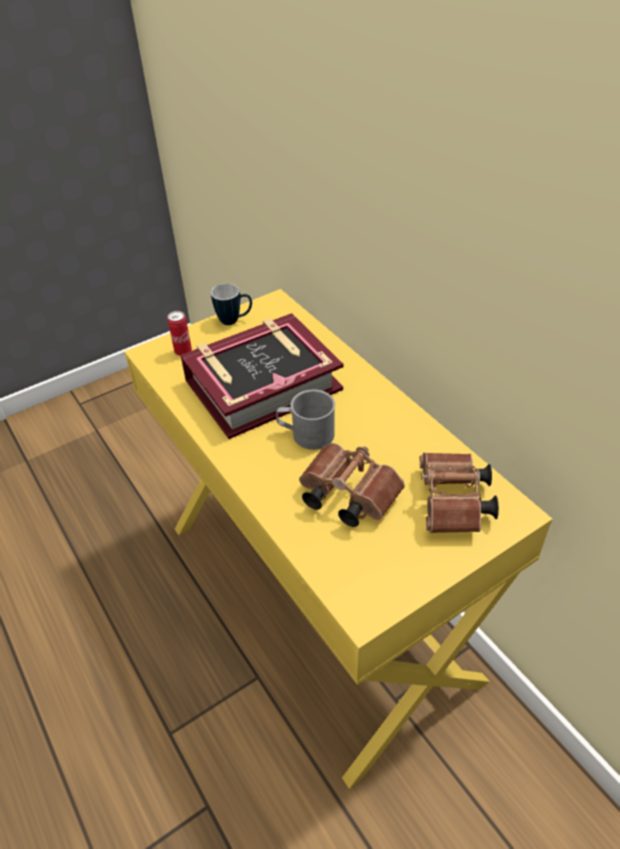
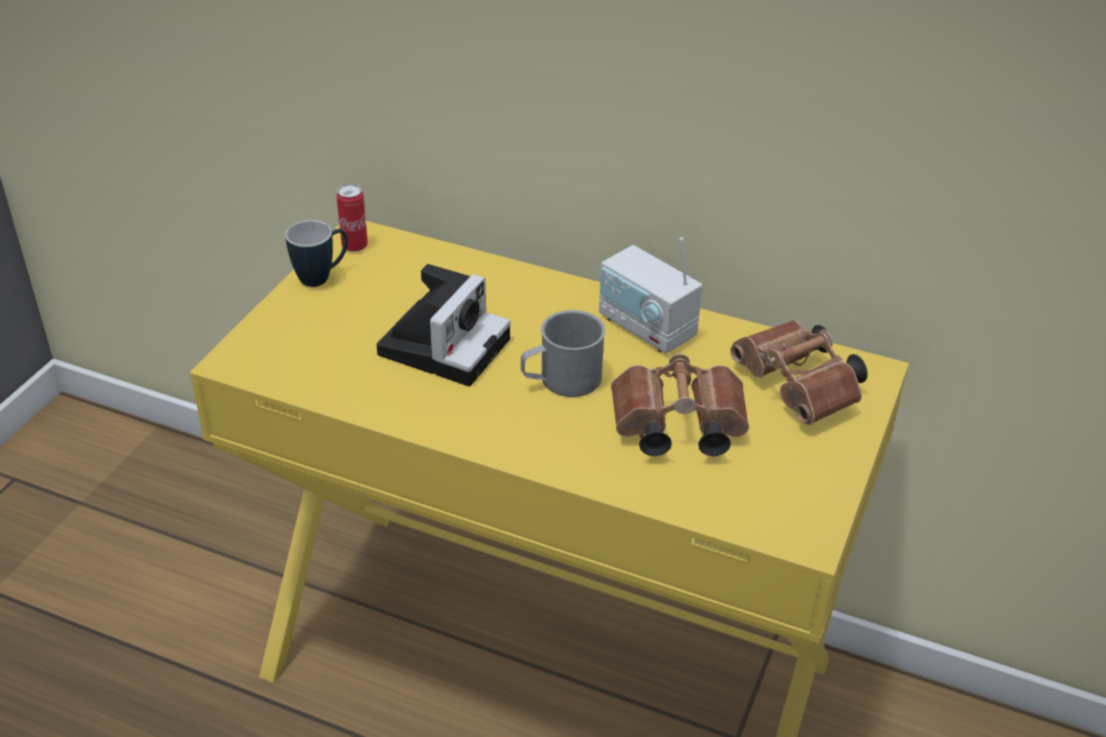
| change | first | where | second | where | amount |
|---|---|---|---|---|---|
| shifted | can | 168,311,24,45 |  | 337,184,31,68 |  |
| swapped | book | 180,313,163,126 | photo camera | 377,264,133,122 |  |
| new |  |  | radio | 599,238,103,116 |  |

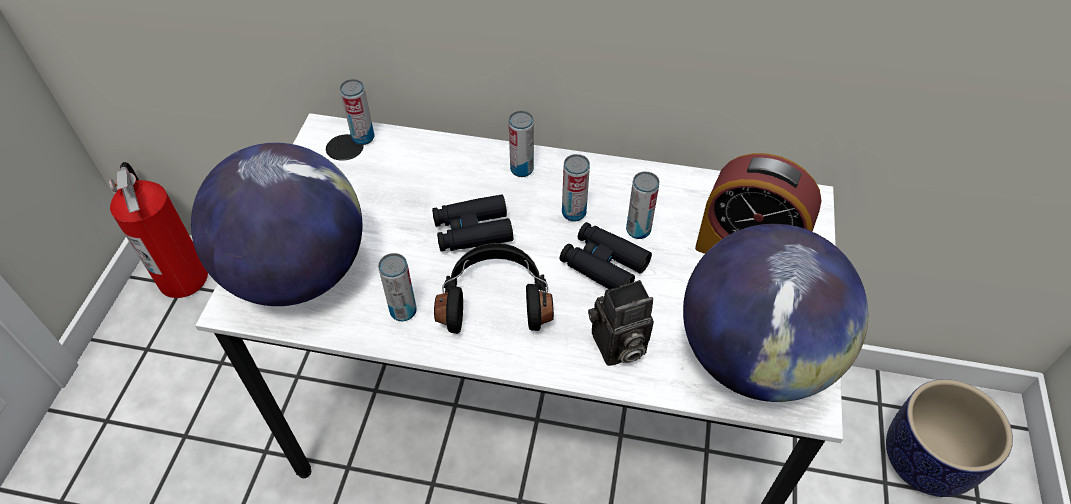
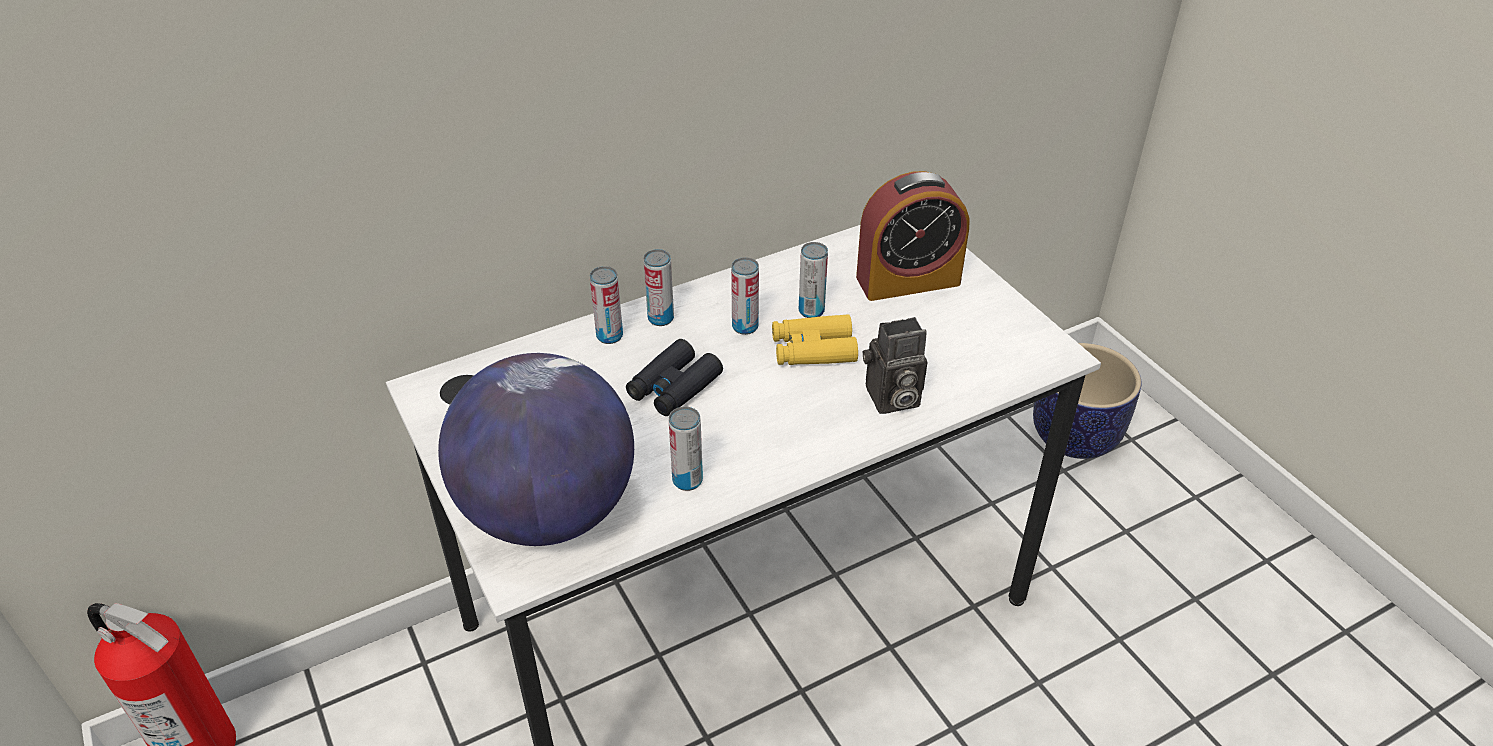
| change | first | where | second | where | amount |
|---|---|---|---|---|---|
| shifted | can | 340,79,35,66 |  | 590,266,33,78 |  |
| gone | headset/black | 434,243,120,91 |  |  |  |
| repainted | field glasses/black | 560,222,92,67 | field glasses/yellow | 772,314,86,51 |  |
| rotated | photo camera | 588,280,66,86 |  | 863,317,64,97 | 45 degrees clockwise |
| gone | desk globe | 683,224,185,178 |  |  |  |

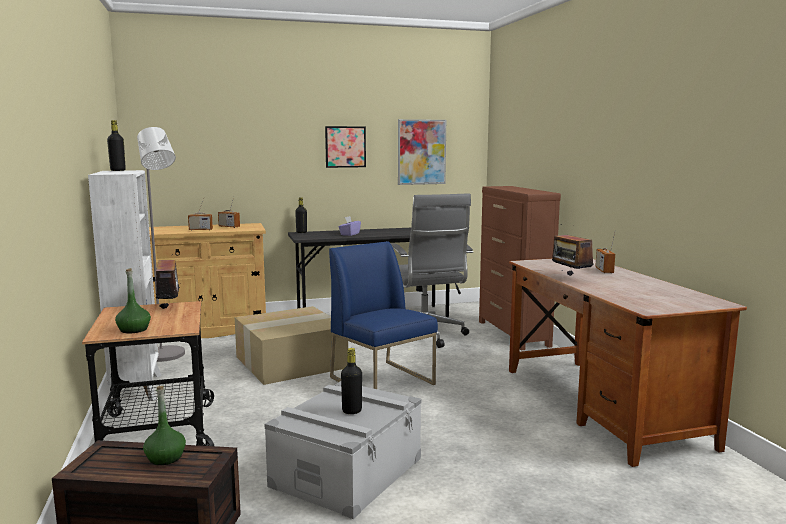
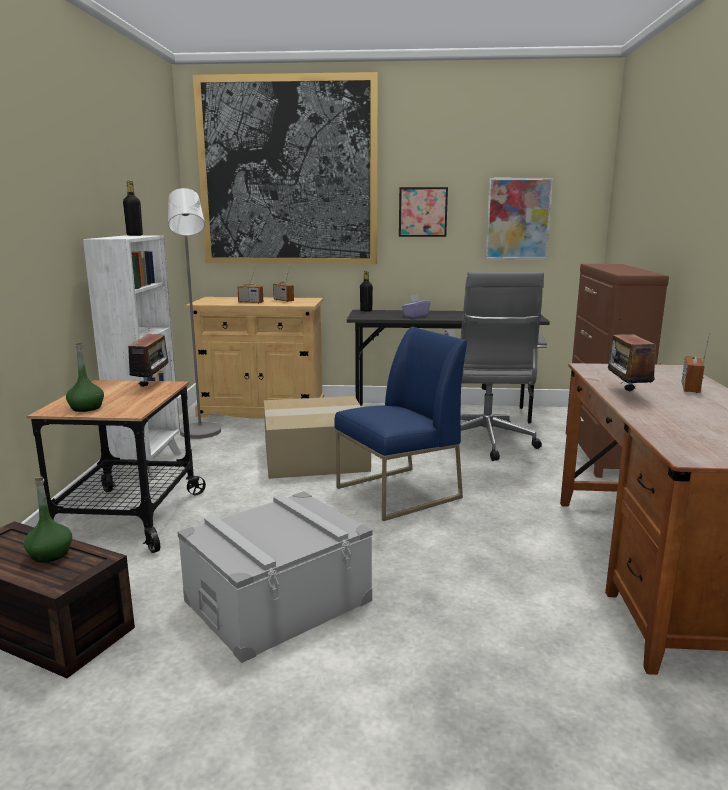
| change | first | where | second | where | amount |
|---|---|---|---|---|---|
| rotated | plain chair/blue | 329,241,109,148 |  | 334,327,133,194 | 75 degrees clockwise |
| gone | bottle/black | 341,348,21,66 |  |  |  |
| new |  |  | wall picture | 193,72,185,192 |  |

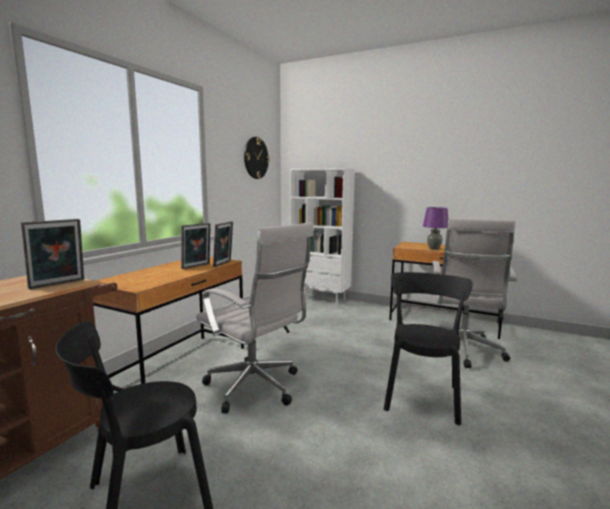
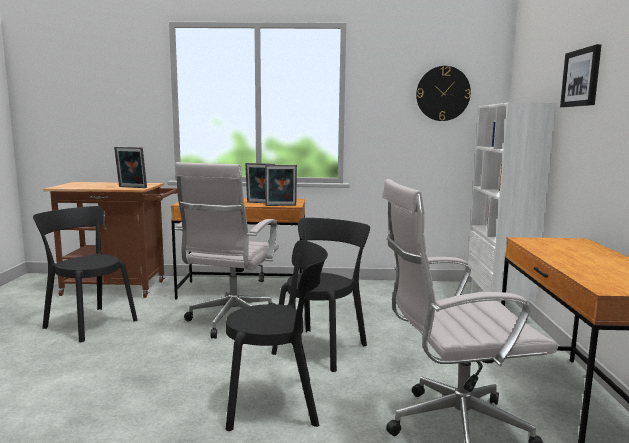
| change | first | where | second | where | amount |
|---|---|---|---|---|---|
| gone | lamp for a table/purple-coloured | 423,207,25,43 |  |  |  |
| new |  |  | plain chair/black | 271,218,99,154 |  |
| new |  |  | wall picture | 560,44,42,63 |  |

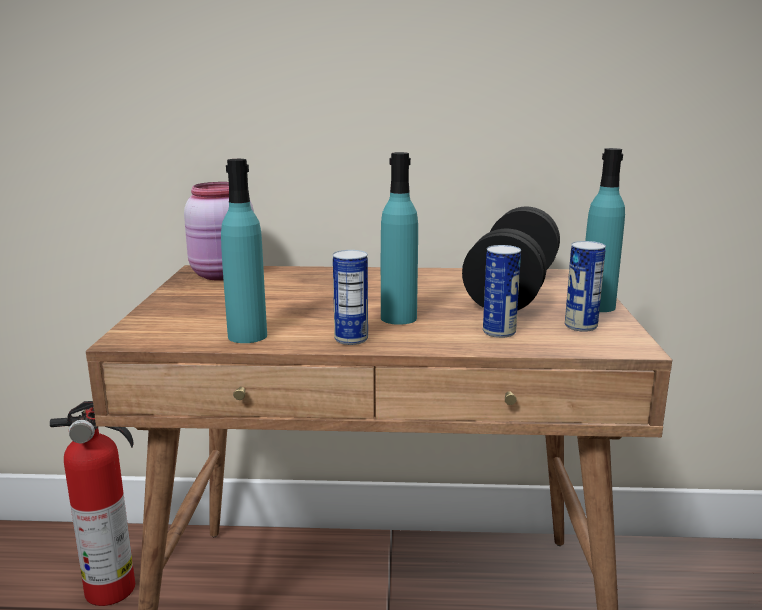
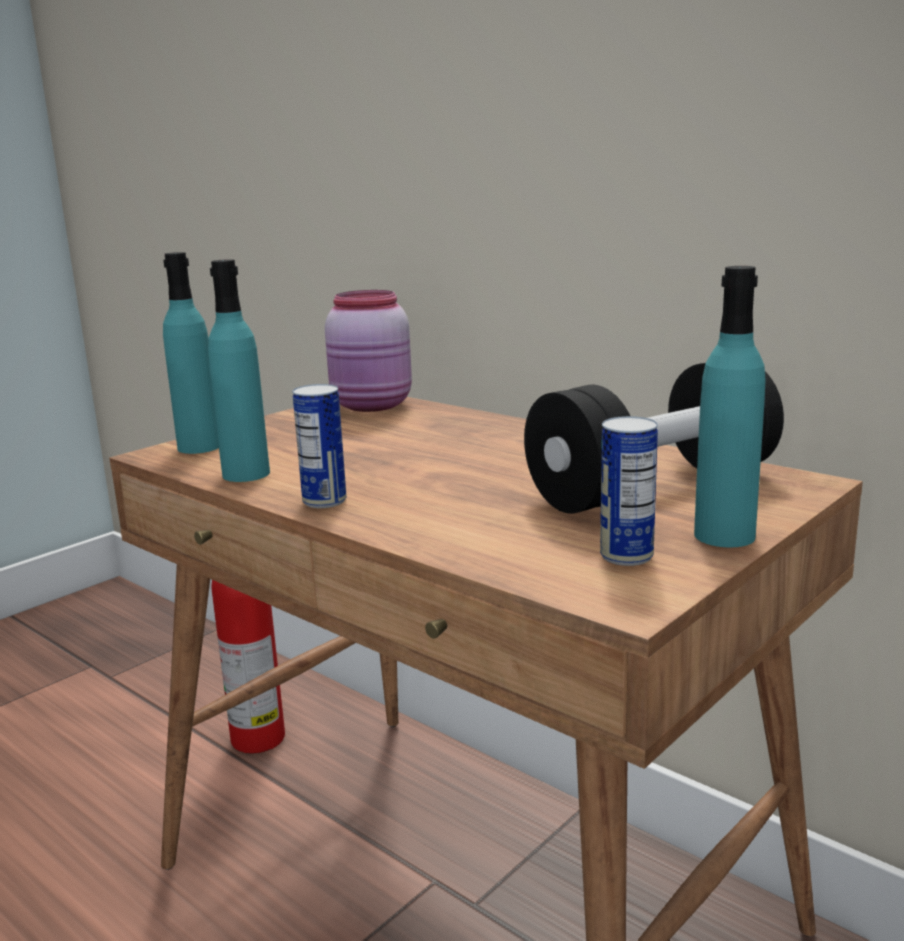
| change | first | where | second | where | amount |
|---|---|---|---|---|---|
| shifted | bottle/turquoise | 381,152,37,173 |  | 163,252,56,202 |  |
| gone | can | 483,245,38,93 |  |  |  |

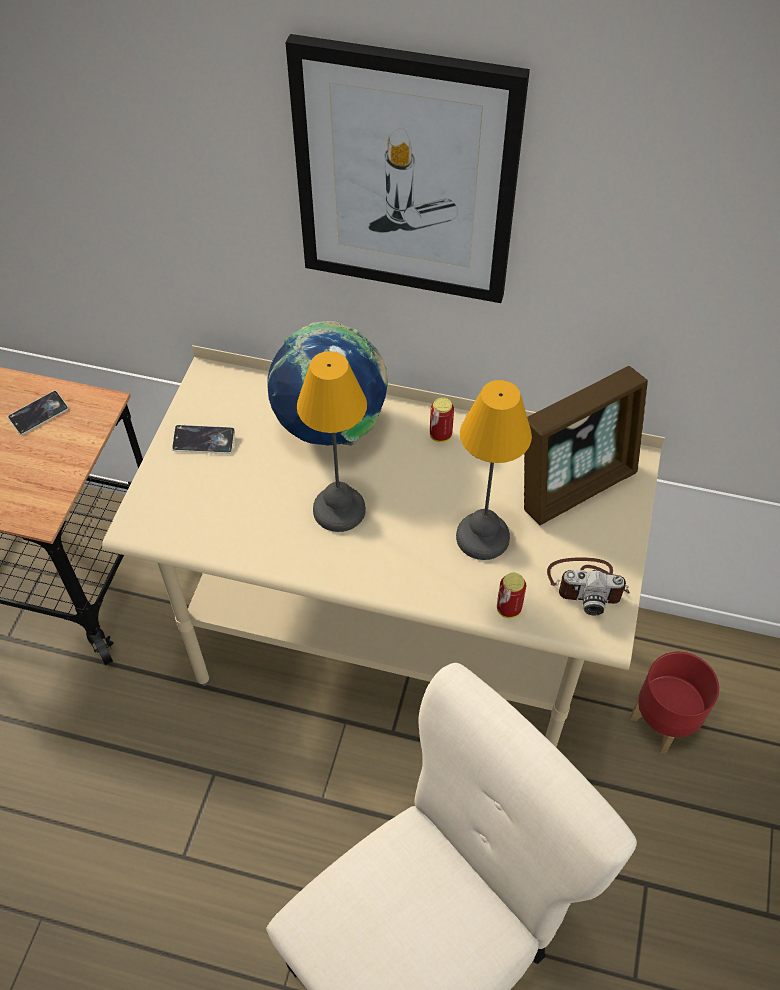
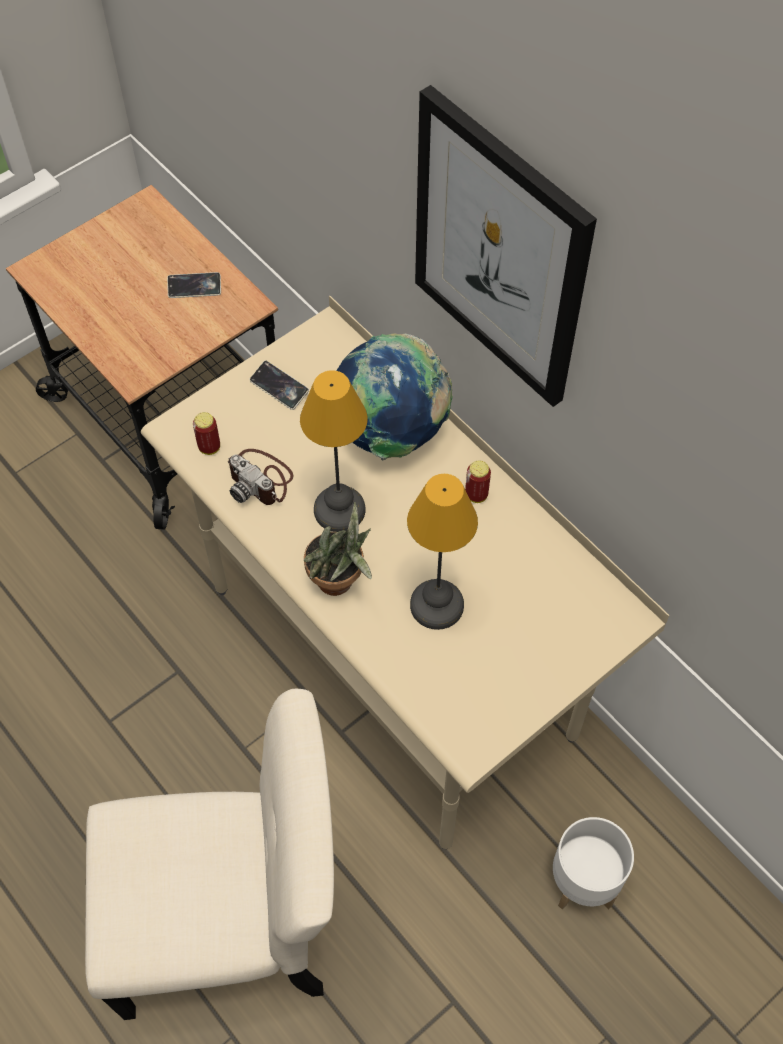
| change | first | where | second | where | amount |
|---|---|---|---|---|---|
| shifted | can | 497,572,29,46 |  | 193,412,27,43 |  |
| gone | photo frame | 524,366,124,159 |  |  |  |
| shifted | photo camera | 547,557,83,59 |  | 227,449,66,56 |  |
| repainted | flower pot/red-coloured | 631,652,88,102 | flower pot/white-coloured | 553,817,81,93 |  |
| new |  |  | potted plant | 304,502,68,94 |  |

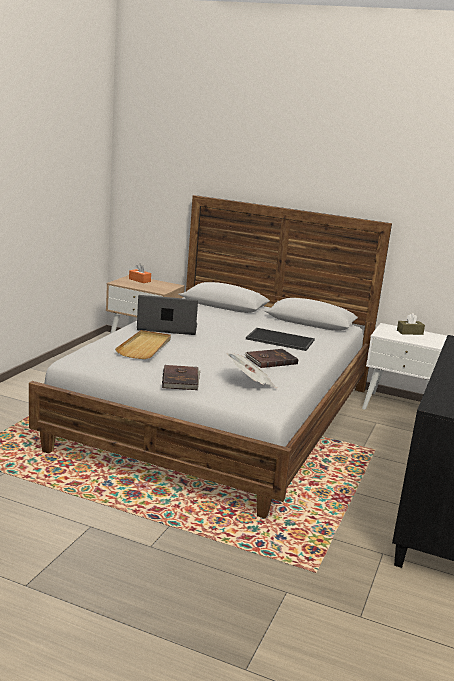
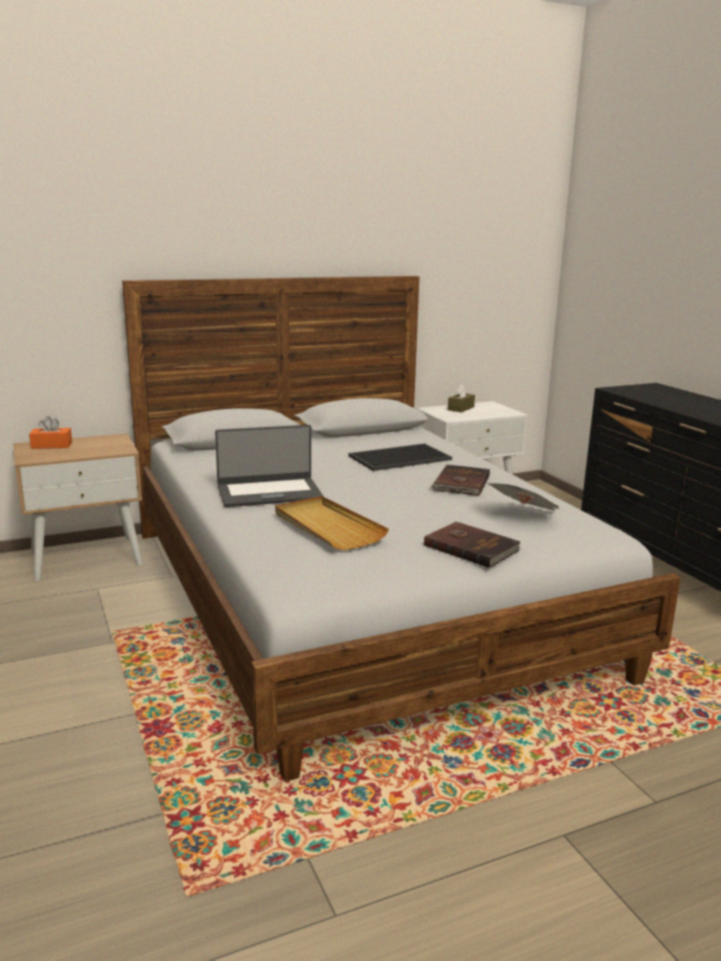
| change | first | where | second | where | amount |
|---|---|---|---|---|---|
| rotated | notebook computer | 137,295,61,40 |  | 215,425,108,82 | 150 degrees counterclockwise |

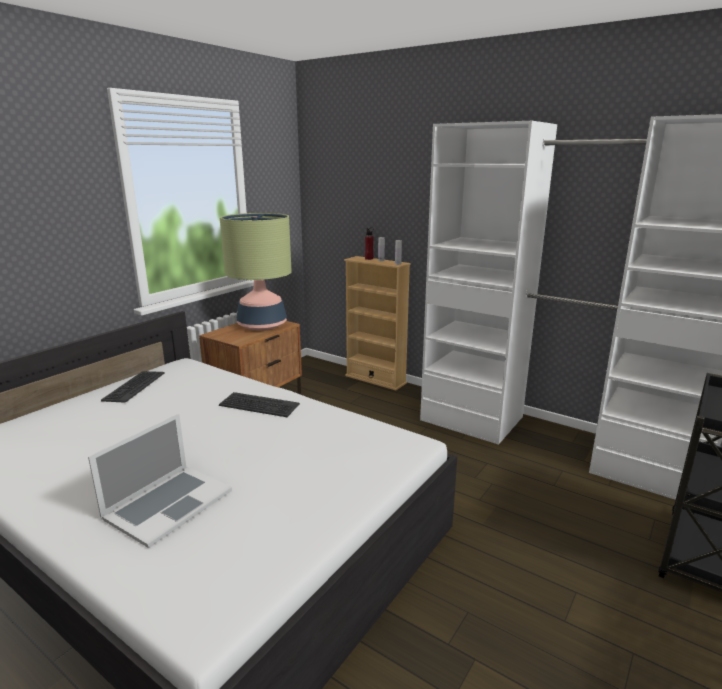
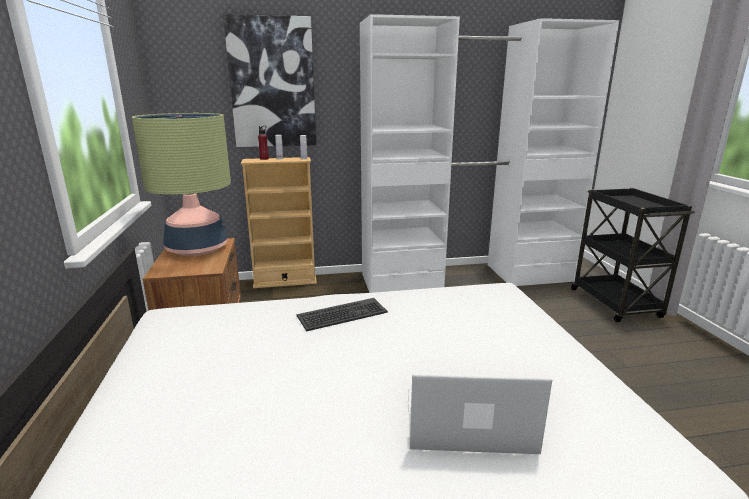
| change | first | where | second | where | amount |
|---|---|---|---|---|---|
| rotated | notebook computer | 88,414,144,134 |  | 408,373,145,81 | 75 degrees counterclockwise |
| gone | PC keyboard | 101,371,64,32 |  |  |  |
| new |  |  | wall picture | 223,14,93,133 |  |

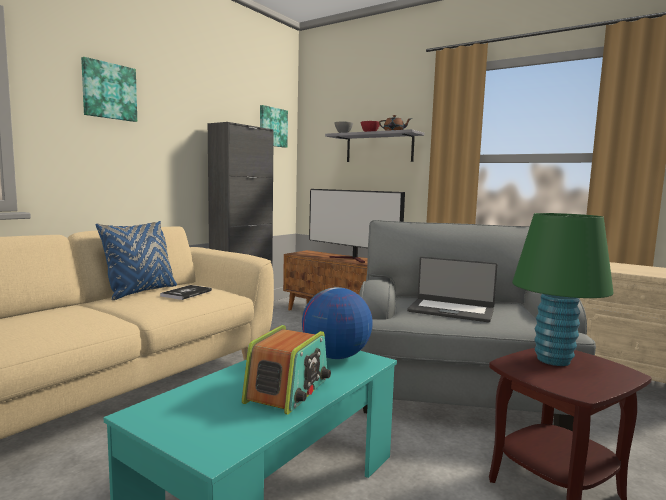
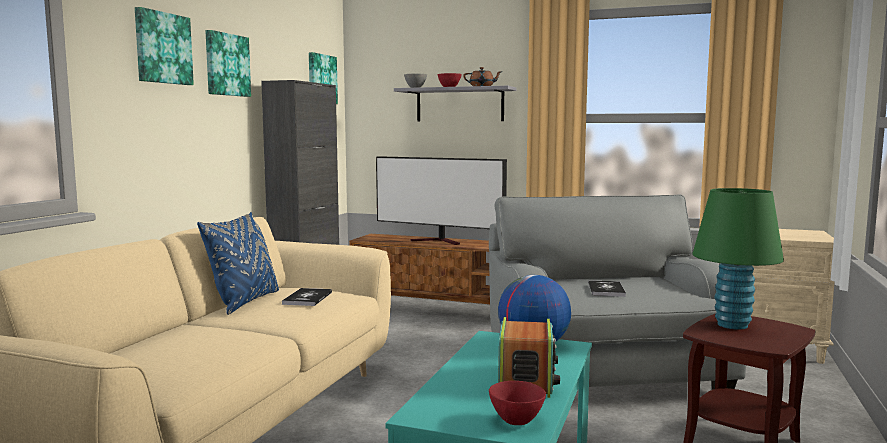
| change | first | where | second | where | amount |
|---|---|---|---|---|---|
| swapped | notebook computer | 407,256,91,66 | book | 588,280,38,17 |  |
| new |  |  | wall picture | 205,30,46,67 |  |
| new |  |  | serving bowl/red-coloured | 489,381,57,44 |  |

